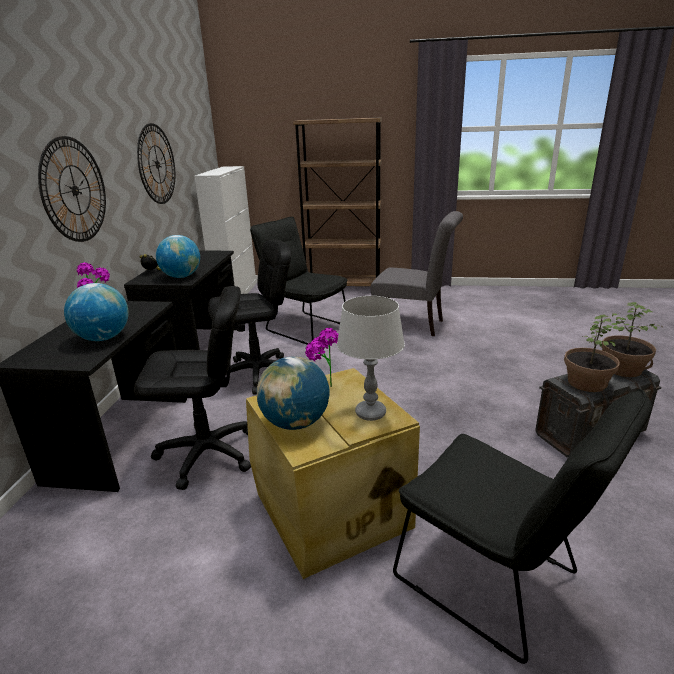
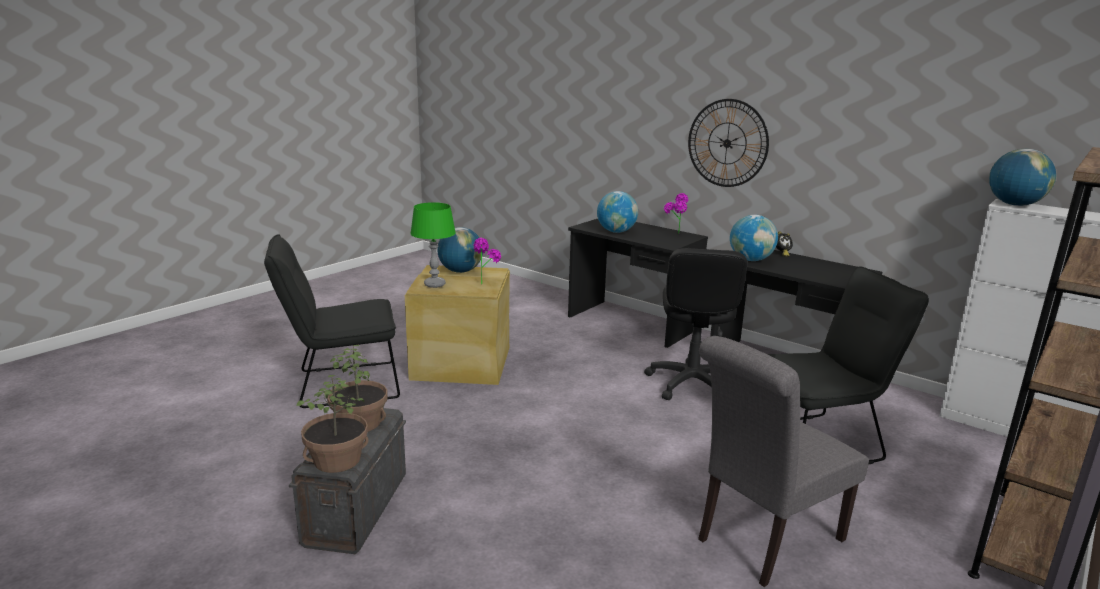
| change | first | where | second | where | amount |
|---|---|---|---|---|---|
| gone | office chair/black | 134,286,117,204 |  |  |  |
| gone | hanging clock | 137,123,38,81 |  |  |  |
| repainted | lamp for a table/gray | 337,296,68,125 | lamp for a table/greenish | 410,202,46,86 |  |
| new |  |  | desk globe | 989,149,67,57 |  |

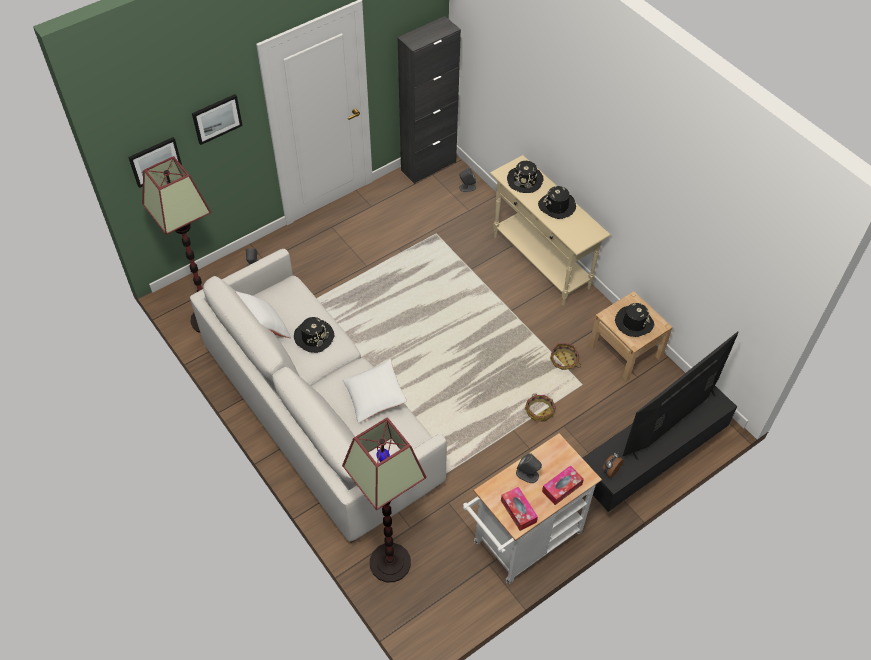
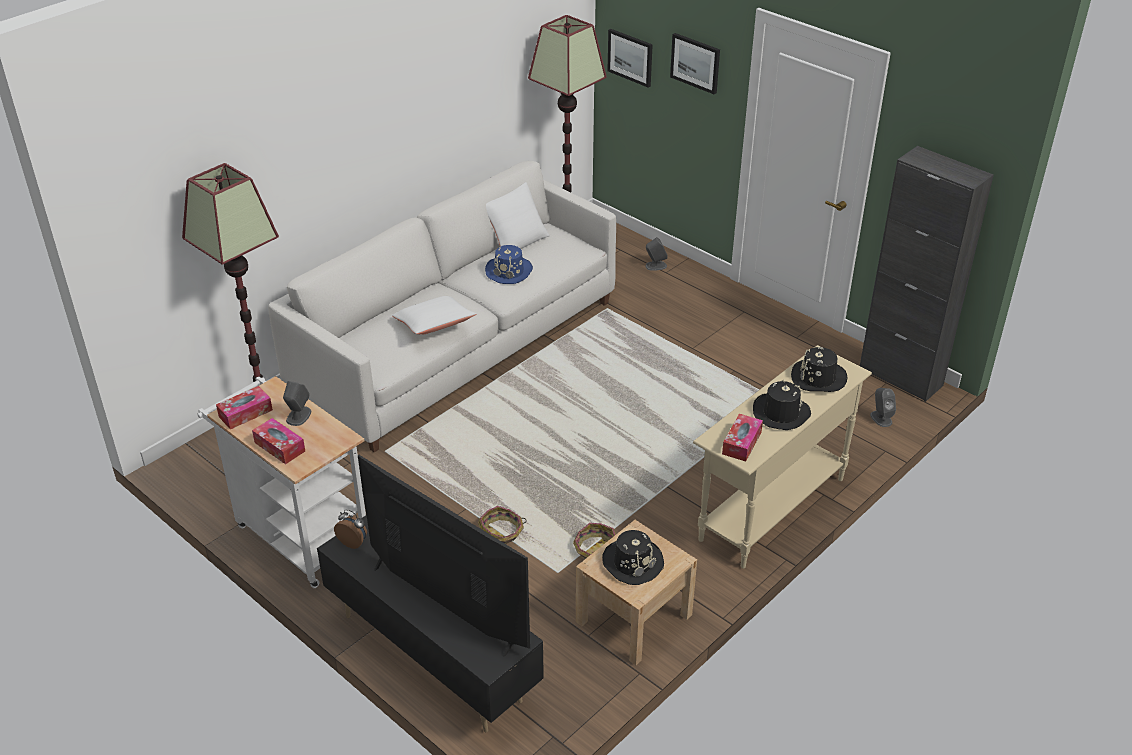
| change | first | where | second | where | amount |
|---|---|---|---|---|---|
| repainted | hat/black | 294,317,40,36 | hat/blue | 485,245,48,39 |  |
| new |  |  | tissue box | 722,414,41,47 |  |

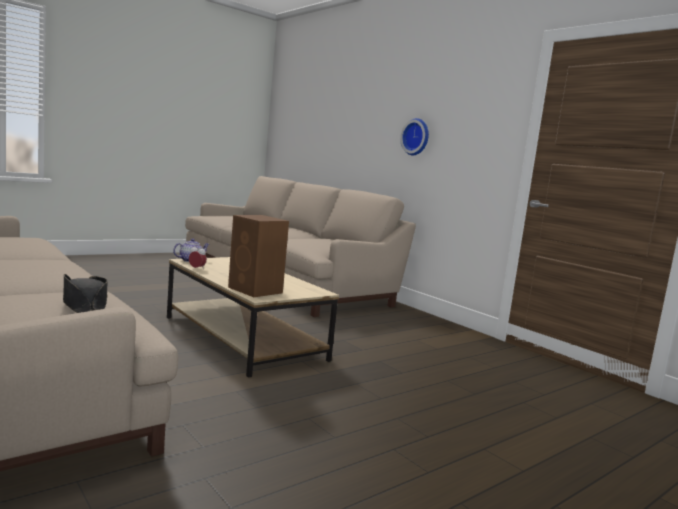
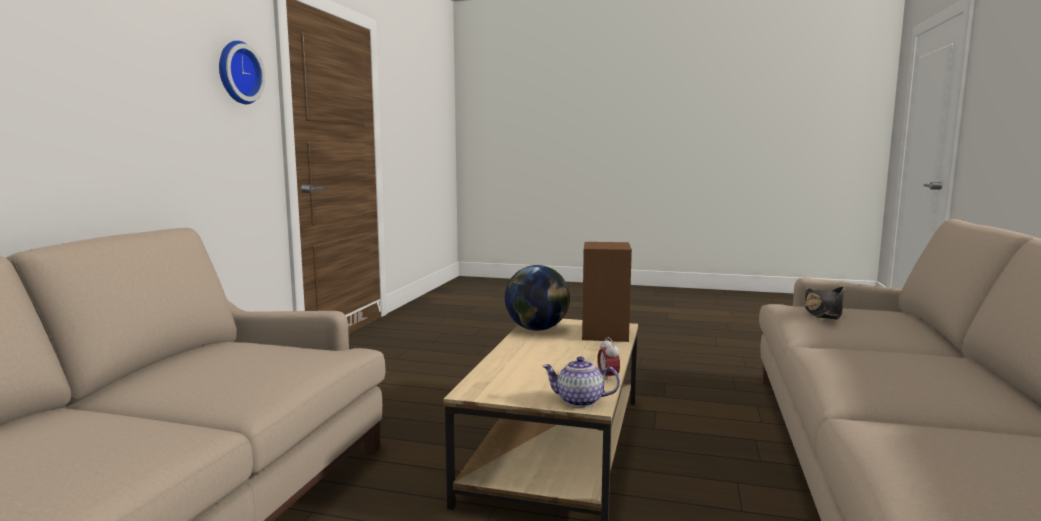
| change | first | where | second | where | amount |
|---|---|---|---|---|---|
| shifted | hanging clock | 400,118,29,37 |  | 219,41,46,63 |  |
| new |  |  | desk globe | 505,265,65,66 |  |

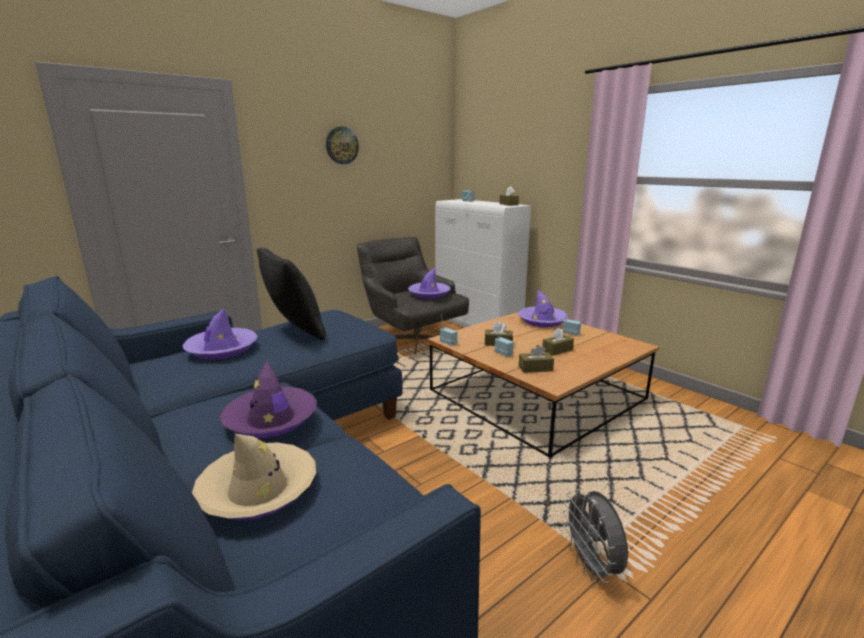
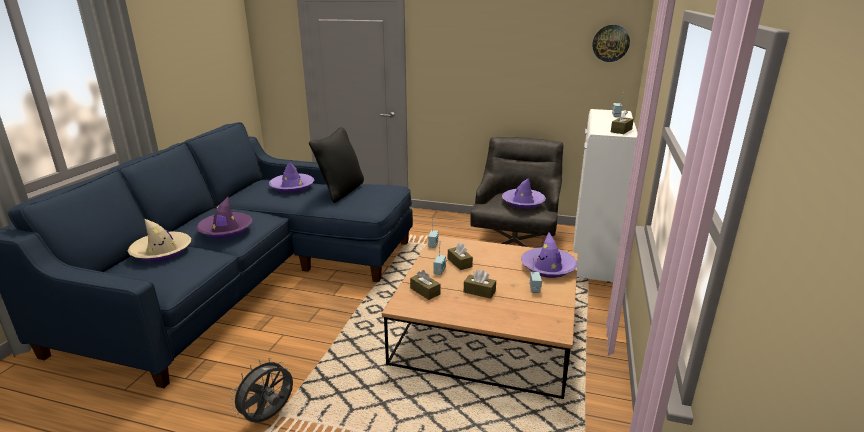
| change | first | where | second | where | amount |
|---|---|---|---|---|---|
| shifted | hanging clock | 326,126,33,38 |  | 593,25,37,37 |  |

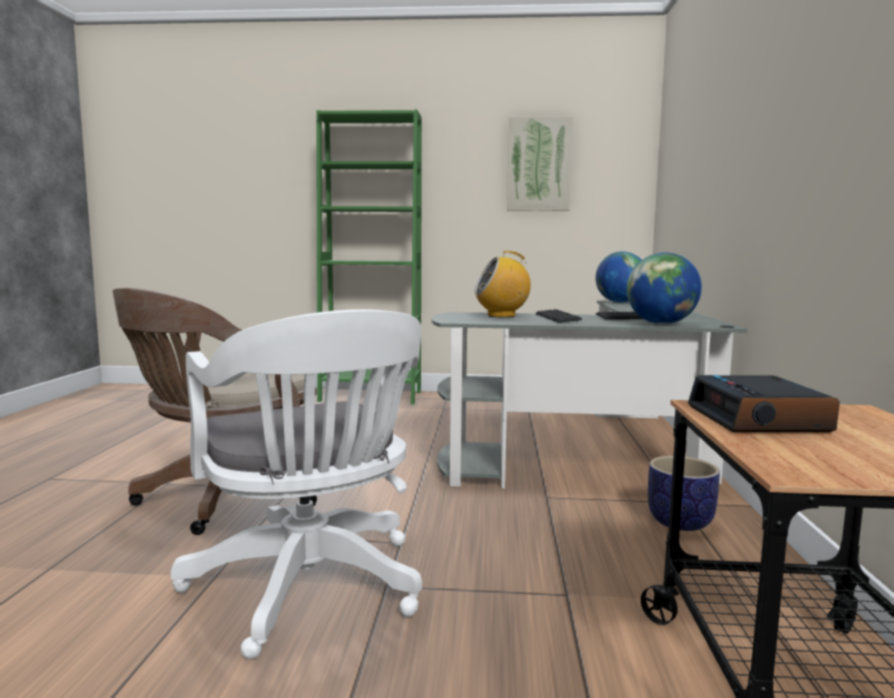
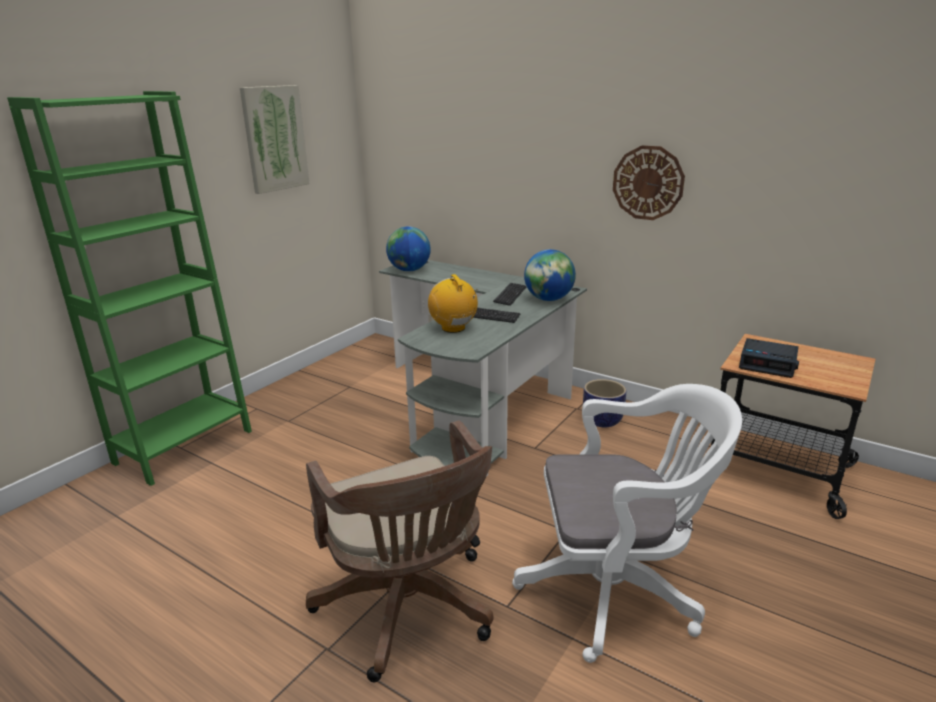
| change | first | where | second | where | amount |
|---|---|---|---|---|---|
| rotated | radio | 474,251,57,67 |  | 428,274,50,59 | 135 degrees clockwise |
| new |  |  | hanging clock | 613,145,72,75 |  |

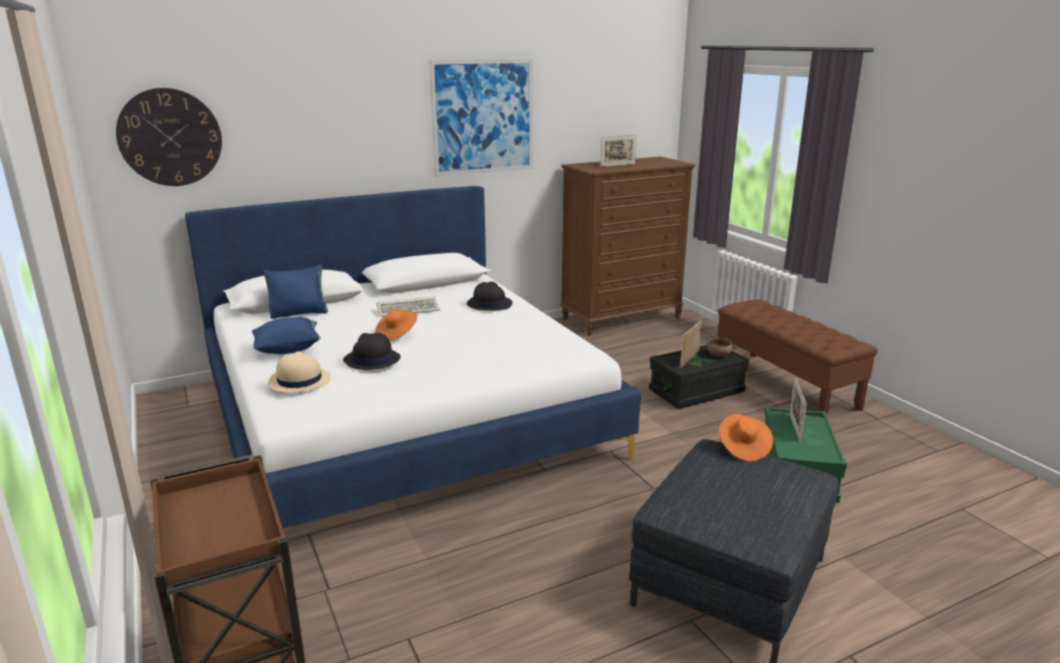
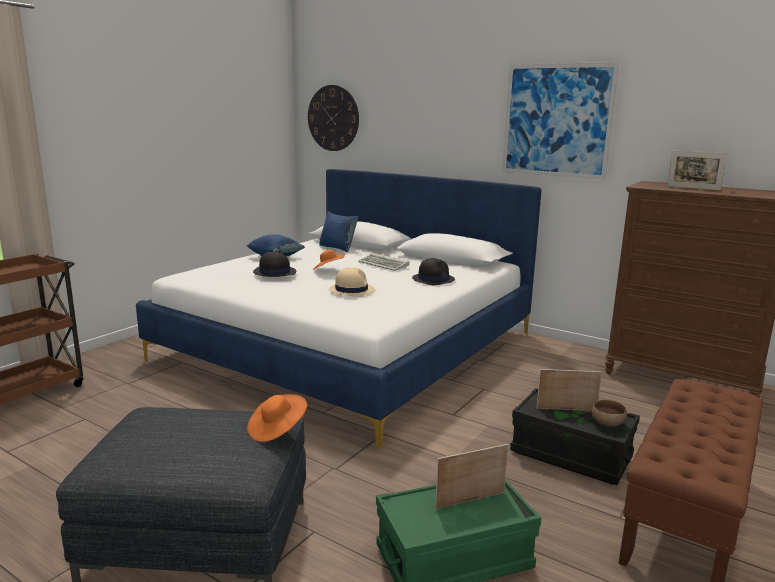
| change | first | where | second | where | amount |
|---|---|---|---|---|---|
| shifted | hat/sand-coloured | 268,351,63,42 |  | 329,267,46,30 |  |

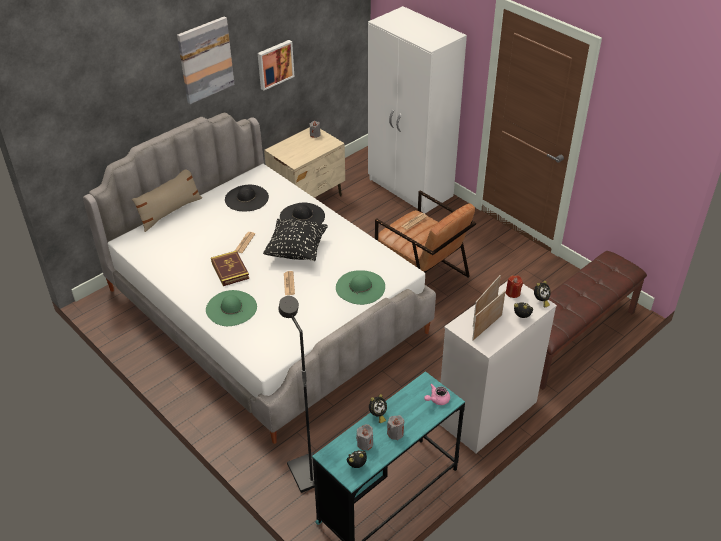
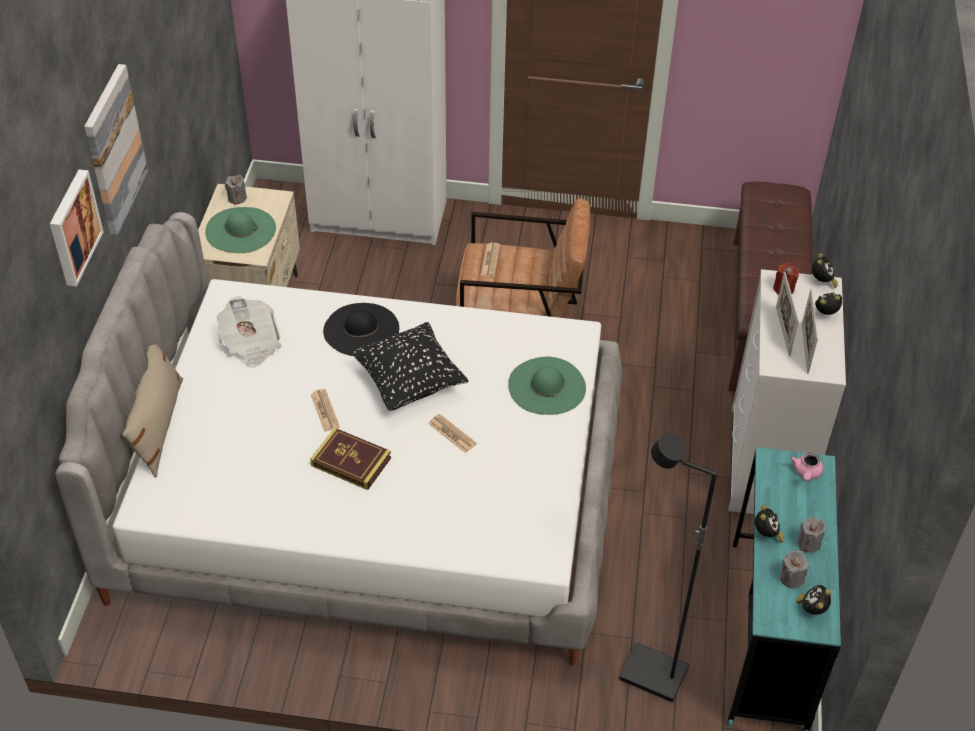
| change | first | where | second | where | amount |
|---|---|---|---|---|---|
| shifted | hat/greenish | 206,290,51,36 |  | 205,207,71,46 |  |
| swapped | hat/black | 225,185,44,26 | daily paper | 217,296,64,72 |  |
| shifted | wall picture | 258,40,36,50 |  | 50,169,54,117 |  |

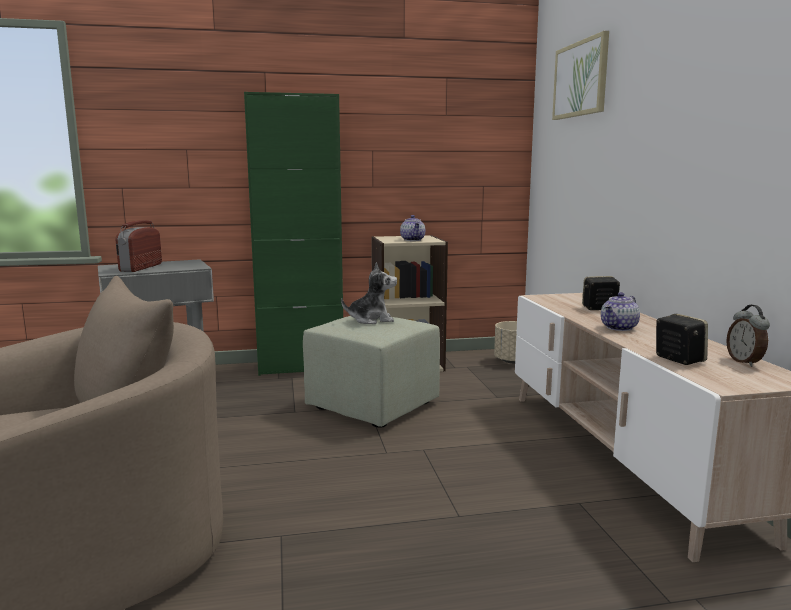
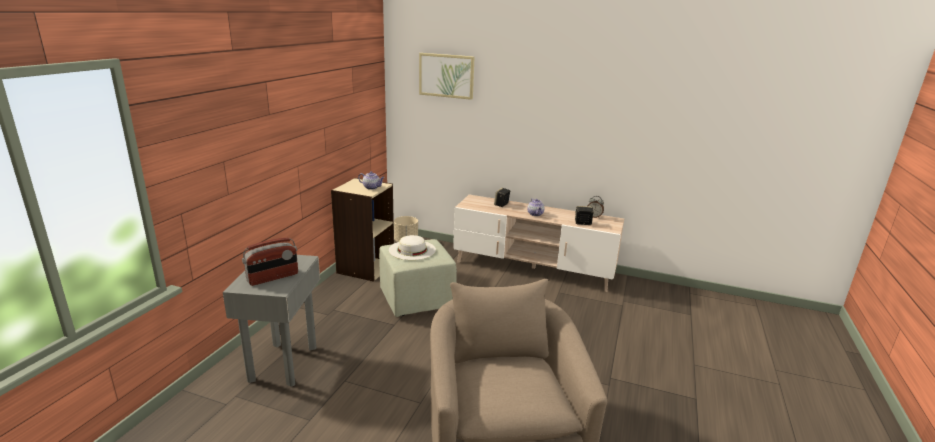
| change | first | where | second | where | amount |
|---|---|---|---|---|---|
| rotated | radio | 116,220,46,52 |  | 242,237,56,49 | 75 degrees counterclockwise |
| gone | storage cabinet/greenish | 244,92,99,284 |  |  |  |
| swapped | cuddly toy | 341,262,56,62 | hat/white-coloured | 389,235,47,25 |  |

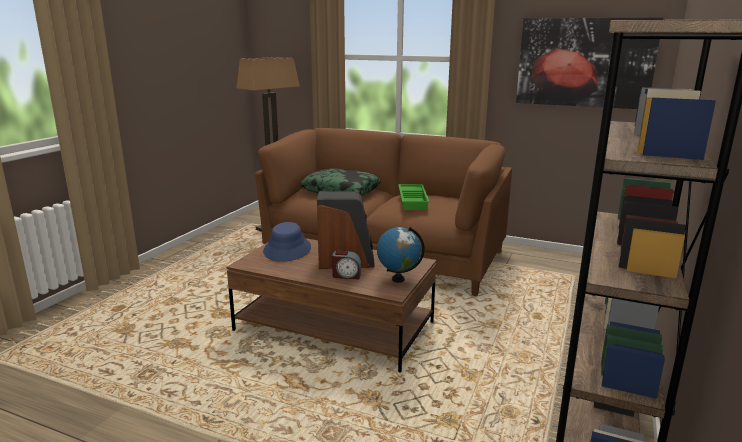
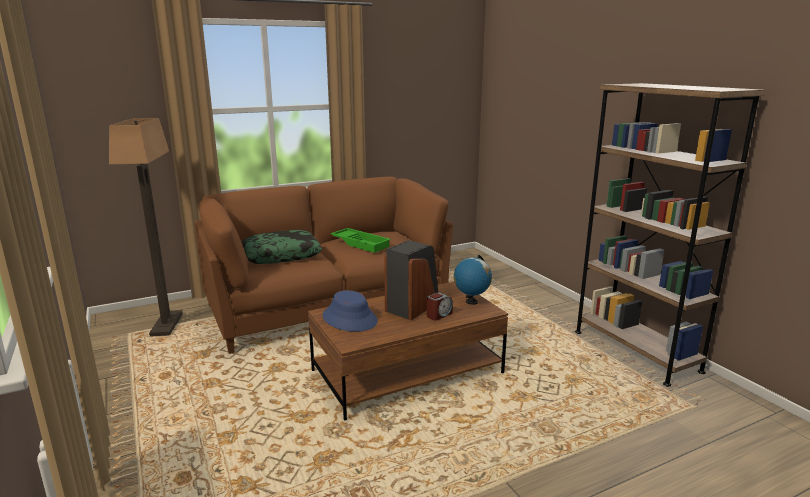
| change | first | where | second | where | amount |
|---|---|---|---|---|---|
| gone | wall picture | 516,17,147,92 |  |  |  |

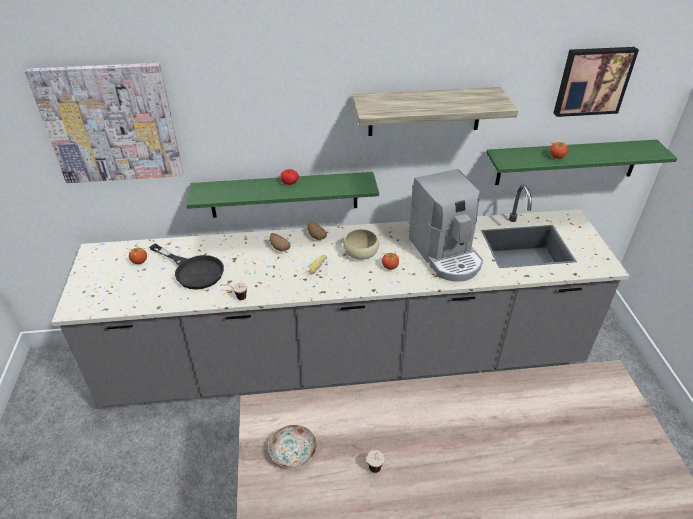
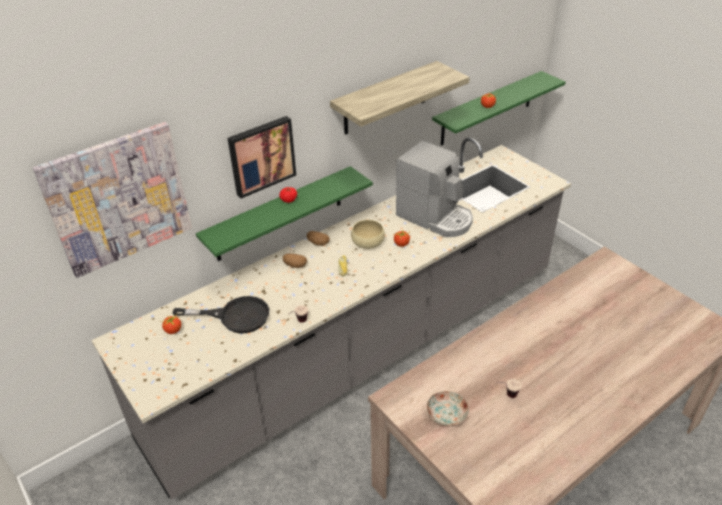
| change | first | where | second | where | amount |
|---|---|---|---|---|---|
| shifted | wall picture | 554,47,85,70 |  | 228,116,68,83 |  |

